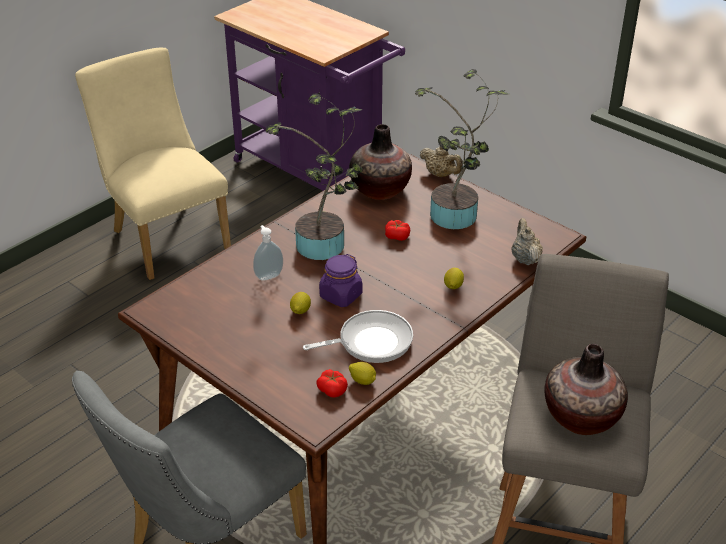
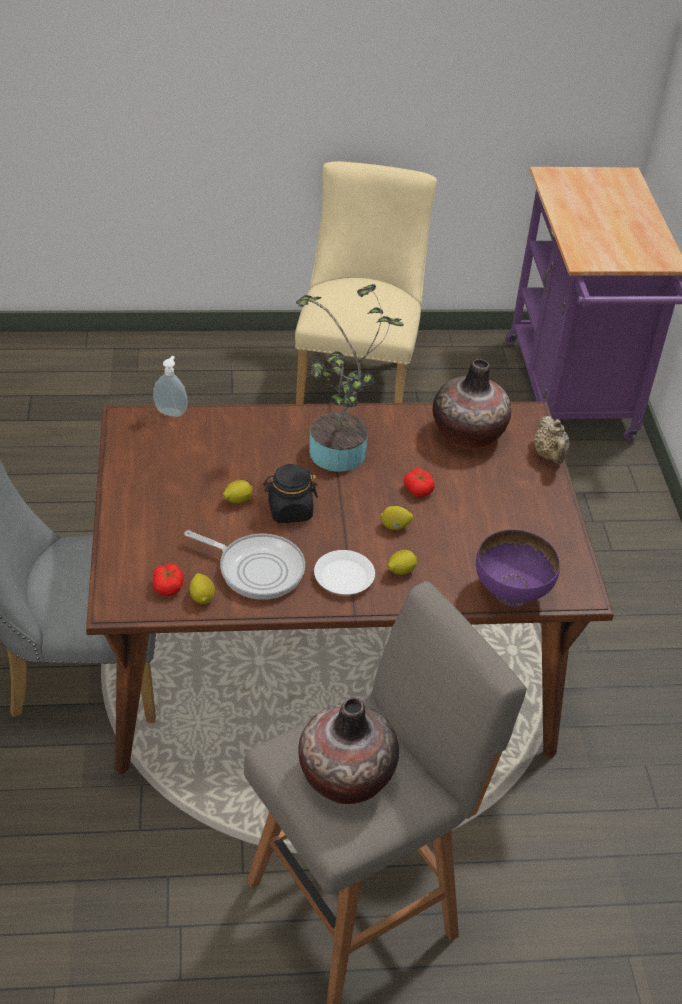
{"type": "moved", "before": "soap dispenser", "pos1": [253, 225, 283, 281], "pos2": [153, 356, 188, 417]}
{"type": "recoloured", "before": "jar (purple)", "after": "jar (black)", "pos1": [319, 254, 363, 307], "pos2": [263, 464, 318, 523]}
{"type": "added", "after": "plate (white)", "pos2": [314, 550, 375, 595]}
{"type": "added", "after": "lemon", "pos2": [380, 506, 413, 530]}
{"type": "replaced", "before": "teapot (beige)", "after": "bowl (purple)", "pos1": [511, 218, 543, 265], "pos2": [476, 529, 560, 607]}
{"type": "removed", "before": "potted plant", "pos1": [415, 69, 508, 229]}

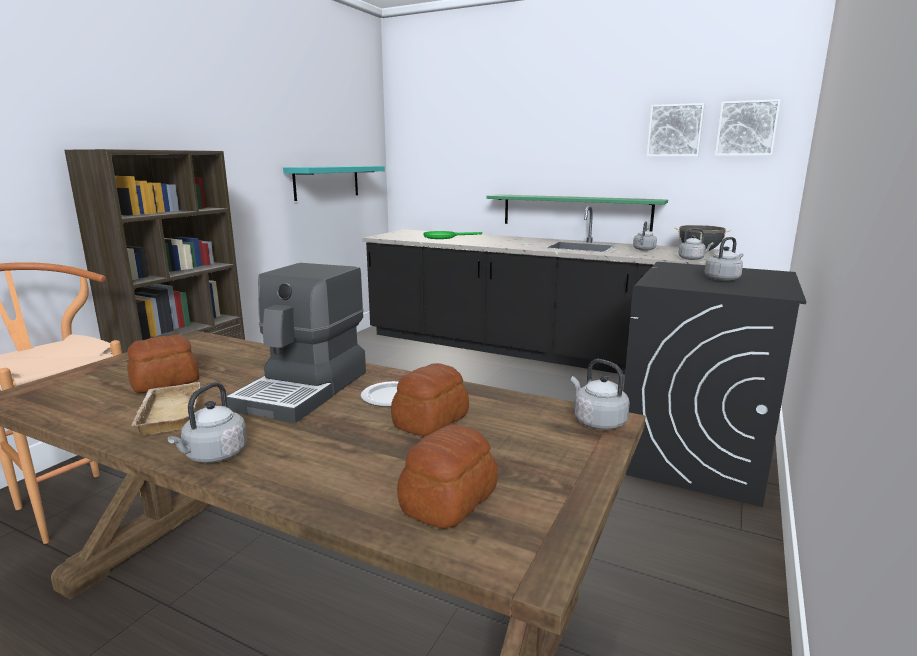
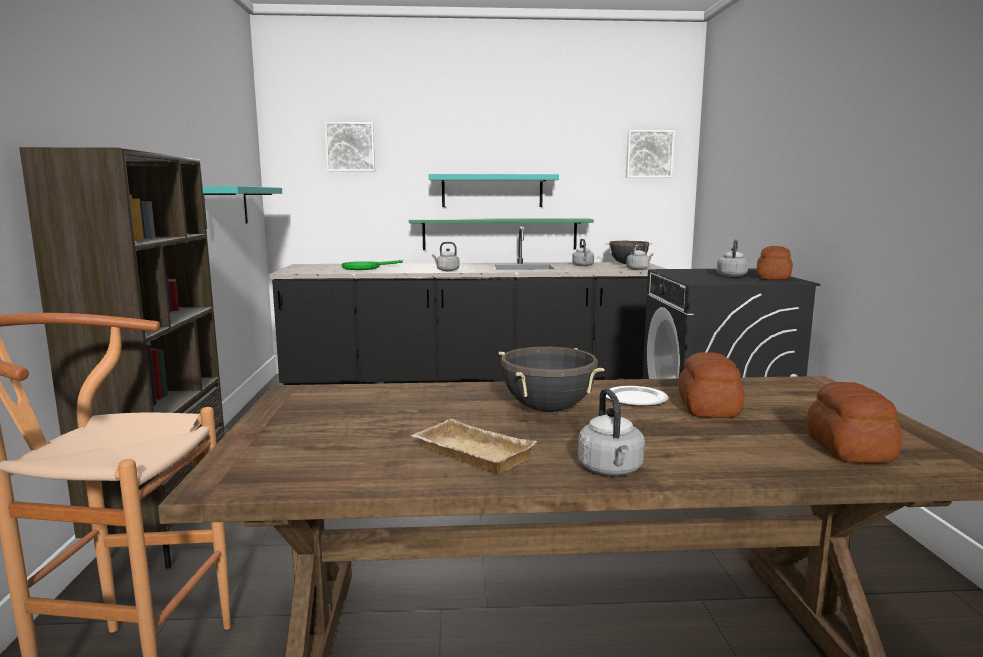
{"type": "moved", "before": "picture", "pos1": [647, 103, 705, 156], "pos2": [325, 122, 375, 171]}
{"type": "added", "after": "shelf (turquoise)", "pos2": [429, 174, 559, 207]}
{"type": "moved", "before": "kettle (grey)", "pos1": [571, 359, 630, 430], "pos2": [432, 242, 460, 271]}
{"type": "replaced", "before": "coffee machine", "after": "cooking pot (black)", "pos1": [226, 263, 366, 423], "pos2": [499, 347, 605, 412]}
{"type": "moved", "before": "bread", "pos1": [127, 335, 199, 393], "pos2": [757, 246, 793, 280]}

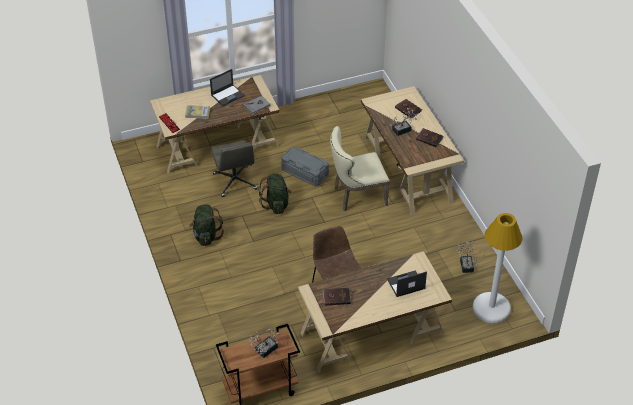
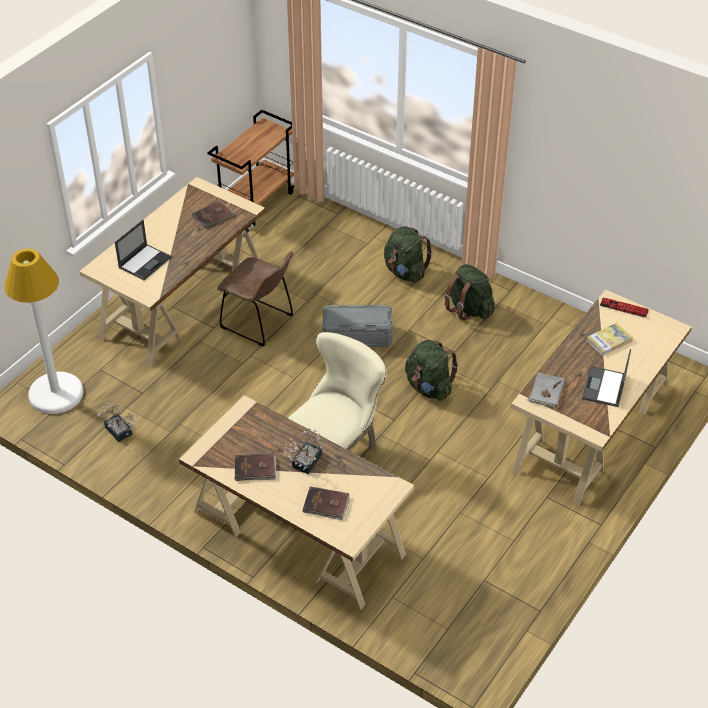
{"type": "moved", "before": "storage box (grey)", "pos1": [281, 146, 329, 187], "pos2": [322, 304, 393, 347]}
{"type": "added", "after": "backpack (green)", "pos2": [384, 226, 432, 283]}
{"type": "removed", "before": "office chair (grey)", "pos1": [211, 140, 257, 197]}
{"type": "removed", "before": "potted plant", "pos1": [249, 328, 279, 358]}

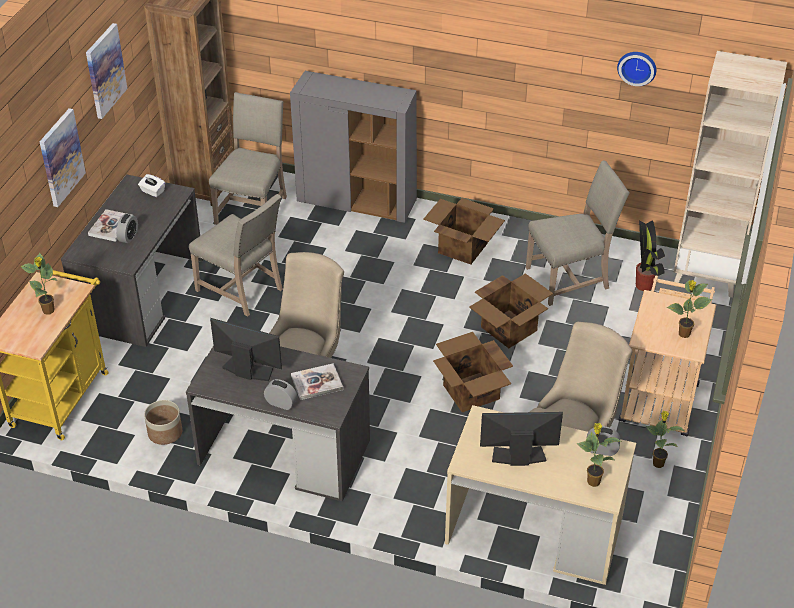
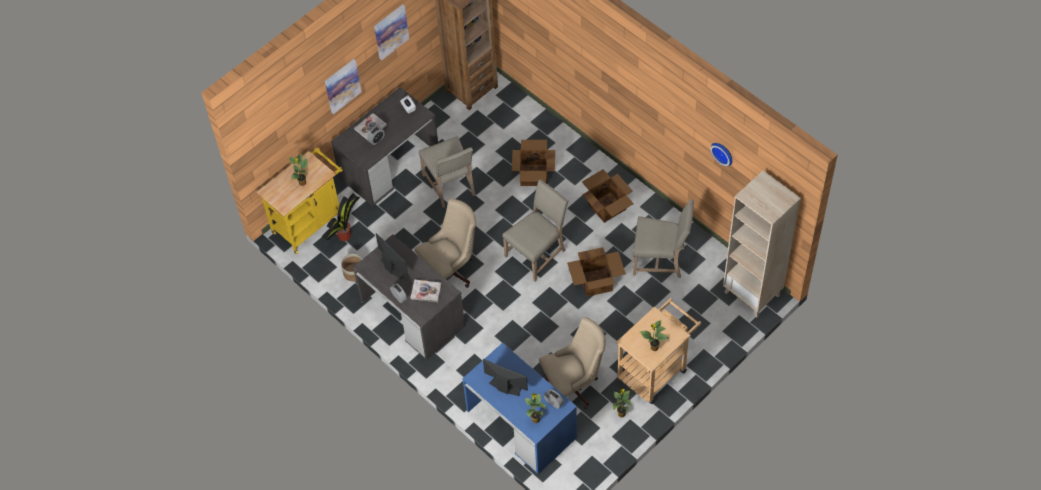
{"type": "moved", "before": "potted plant", "pos1": [636, 220, 665, 291], "pos2": [322, 193, 360, 241]}
{"type": "recoloured", "before": "desk (beige)", "after": "desk (blue)", "pos1": [445, 405, 636, 585], "pos2": [462, 343, 577, 474]}
{"type": "moved", "before": "chair (beige)", "pos1": [209, 92, 287, 225], "pos2": [502, 179, 568, 281]}
{"type": "moved", "before": "cardboard box", "pos1": [433, 332, 513, 412], "pos2": [512, 140, 555, 186]}
{"type": "removed", "before": "cabinet (grey)", "pos1": [290, 71, 417, 223]}

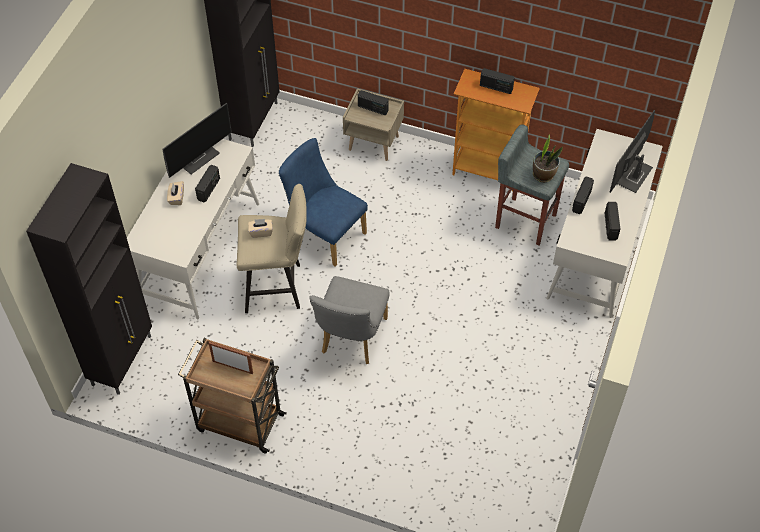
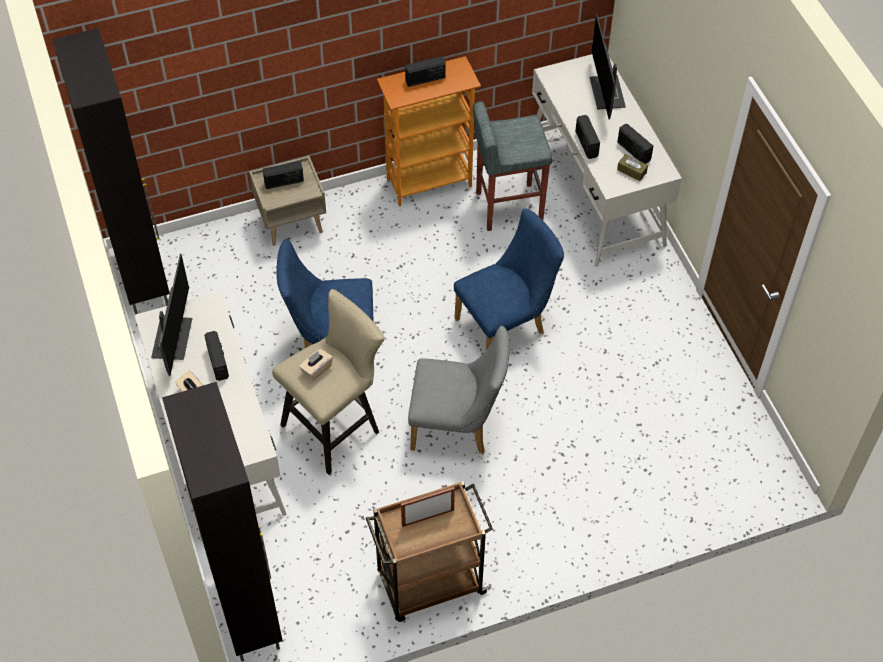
{"type": "turned", "before": "chair (grey)", "pos1": [309, 276, 390, 364], "pos2": [408, 326, 510, 454], "turn": -60}
{"type": "added", "after": "chair (blue)", "pos2": [454, 208, 564, 350]}
{"type": "added", "after": "tissue box (brown)", "pos2": [617, 154, 648, 181]}
{"type": "removed", "before": "potted plant", "pos1": [533, 135, 563, 182]}

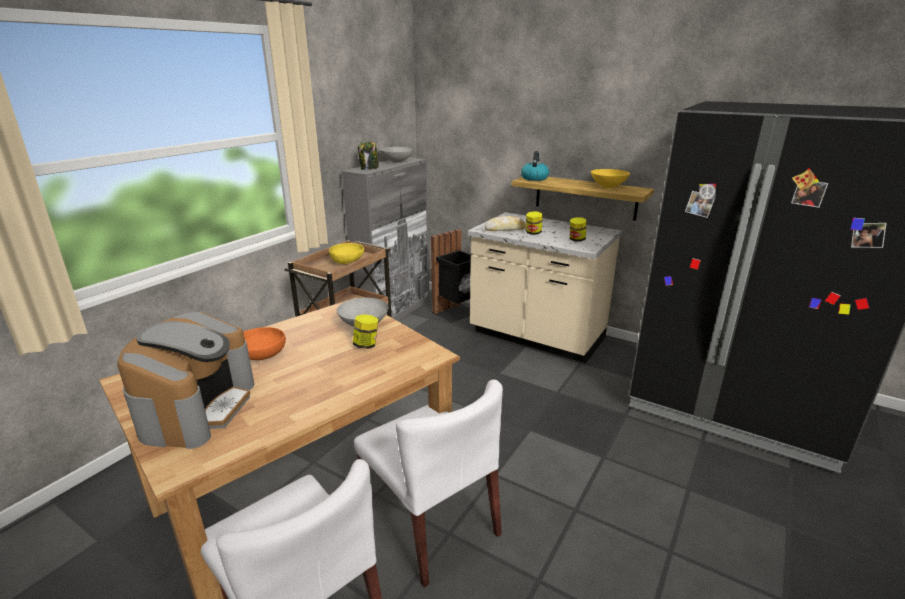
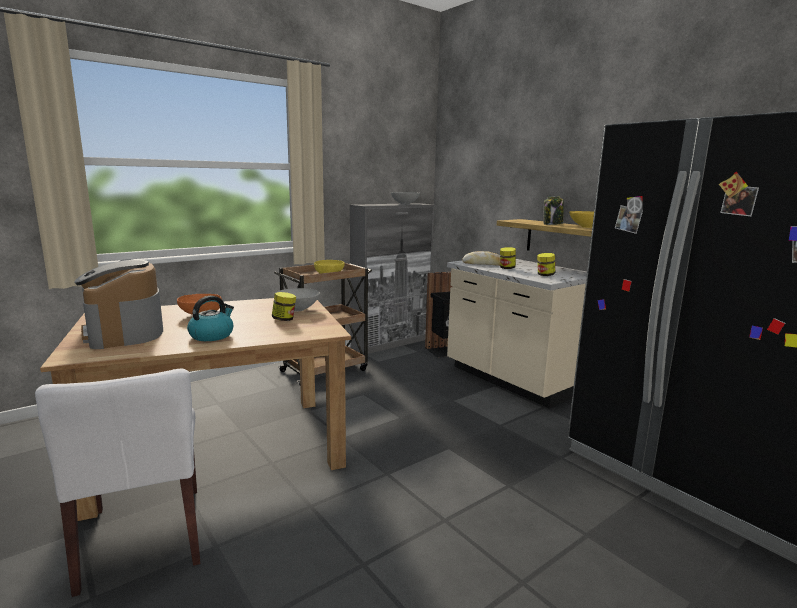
{"type": "turned", "before": "coffee machine", "pos1": [117, 312, 255, 449], "pos2": [74, 260, 163, 349], "turn": 120}
{"type": "moved", "before": "kettle", "pos1": [521, 151, 549, 181], "pos2": [187, 296, 234, 341]}
{"type": "moved", "before": "jar", "pos1": [358, 140, 379, 170], "pos2": [544, 196, 564, 225]}
{"type": "removed", "before": "chair (white)", "pos1": [354, 380, 503, 588]}

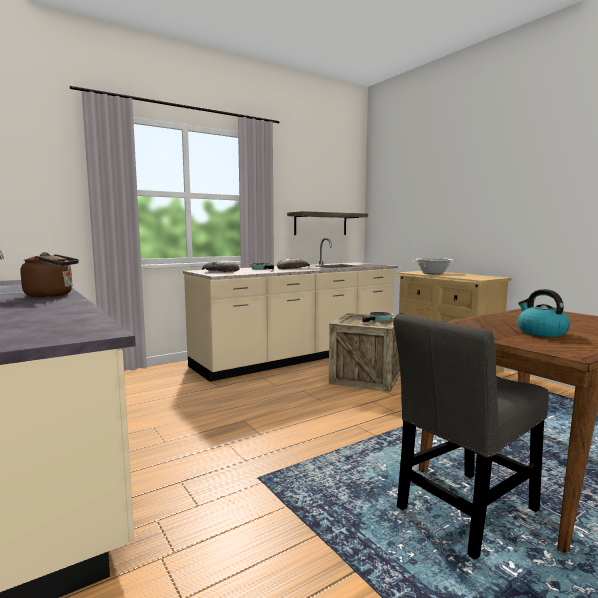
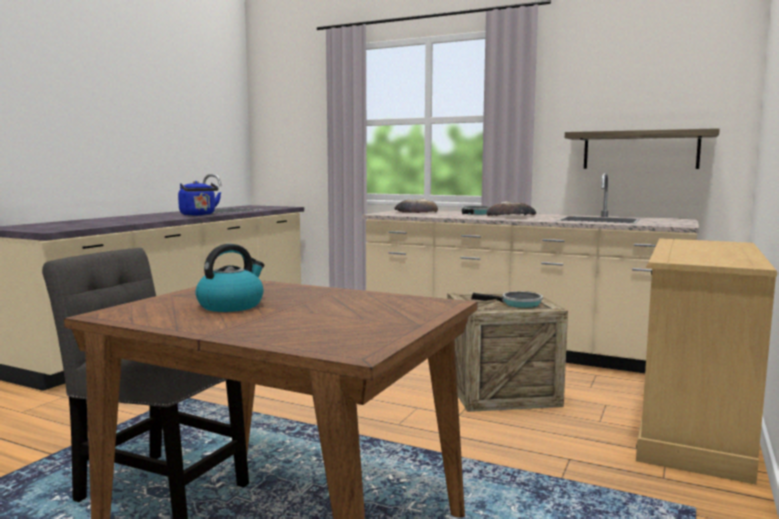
{"type": "recoloured", "before": "kettle (brown)", "after": "kettle (blue)", "pos1": [20, 252, 79, 297], "pos2": [178, 181, 221, 216]}
{"type": "removed", "before": "cooking pot", "pos1": [412, 258, 456, 274]}

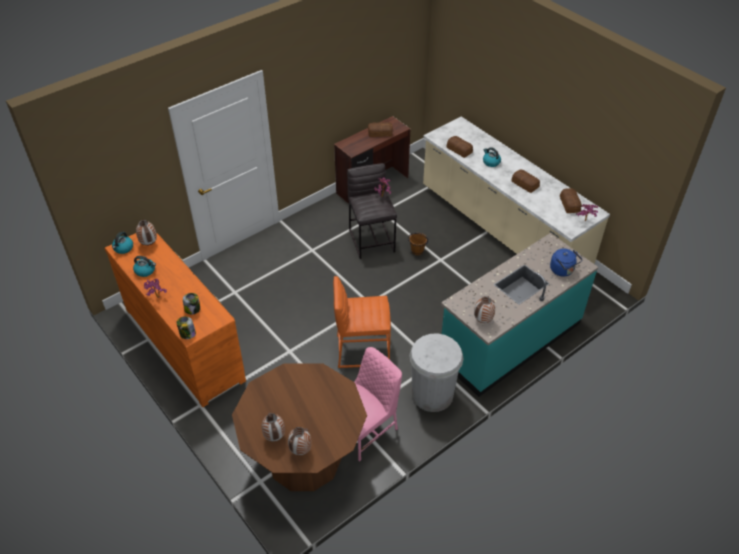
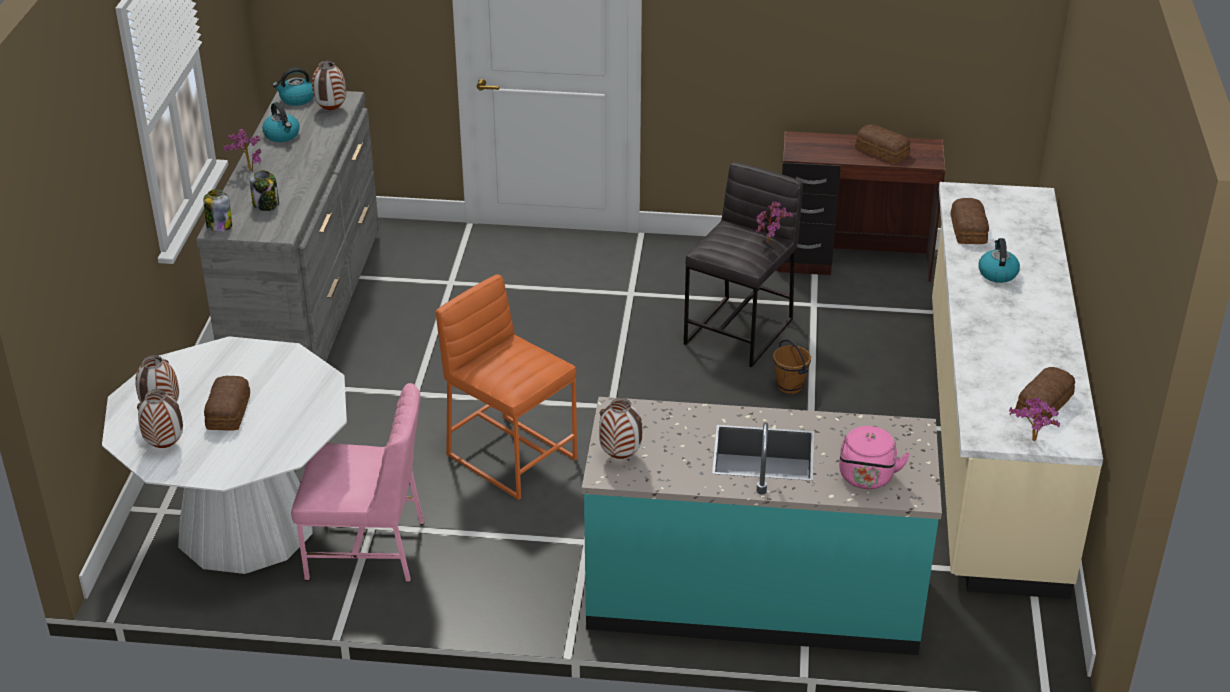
{"type": "recoloured", "before": "dining table (brown)", "after": "dining table (white)", "pos1": [232, 363, 367, 491], "pos2": [102, 336, 347, 574]}
{"type": "recoloured", "before": "dresser (orange)", "after": "dresser (grey)", "pos1": [104, 233, 246, 407], "pos2": [196, 91, 379, 362]}
{"type": "moved", "before": "bread", "pos1": [511, 169, 540, 193], "pos2": [204, 376, 250, 430]}
{"type": "recoloured", "before": "kettle (blue)", "after": "kettle (pink)", "pos1": [550, 248, 582, 277], "pos2": [839, 426, 910, 489]}
{"type": "removed", "before": "trash can (white)", "pos1": [409, 333, 464, 412]}

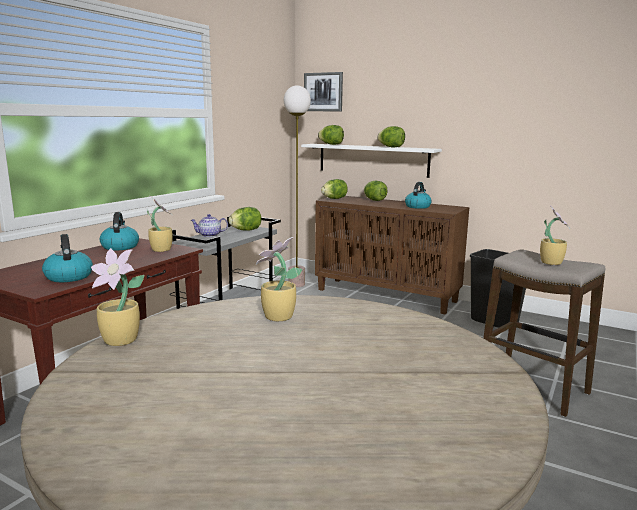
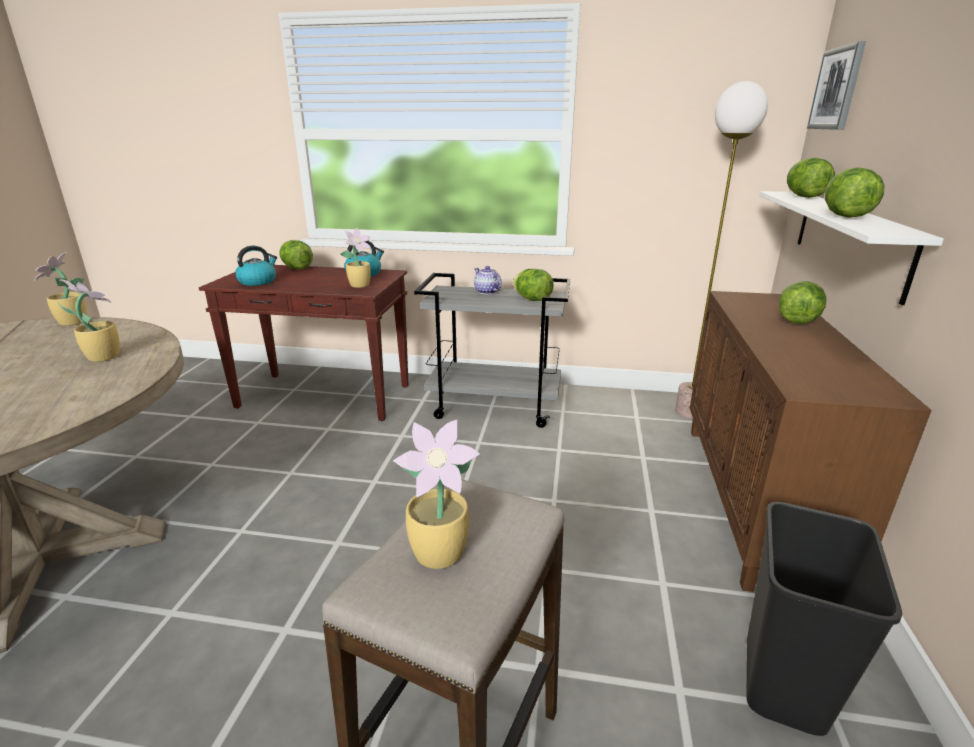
{"type": "moved", "before": "lettuce", "pos1": [321, 179, 348, 199], "pos2": [279, 240, 313, 269]}
{"type": "removed", "before": "kettle", "pos1": [405, 182, 432, 209]}

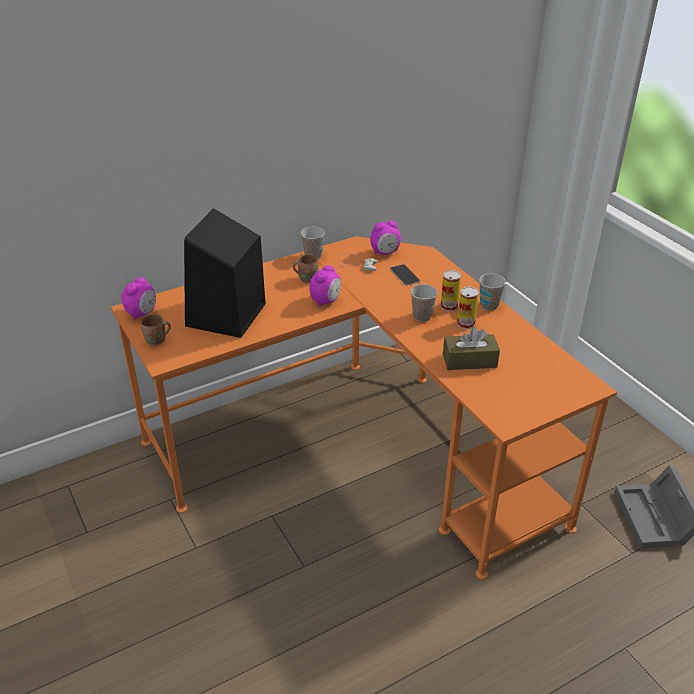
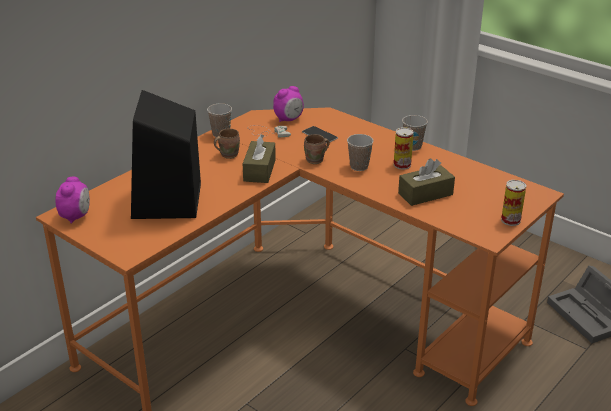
{"type": "replaced", "before": "alarm clock", "after": "tissue box (brown)", "pos1": [309, 266, 341, 307], "pos2": [243, 134, 276, 183]}
{"type": "moved", "before": "mug (brown)", "pos1": [141, 314, 171, 346], "pos2": [304, 134, 329, 164]}
{"type": "moved", "before": "can", "pos1": [441, 270, 461, 312], "pos2": [501, 180, 526, 226]}

